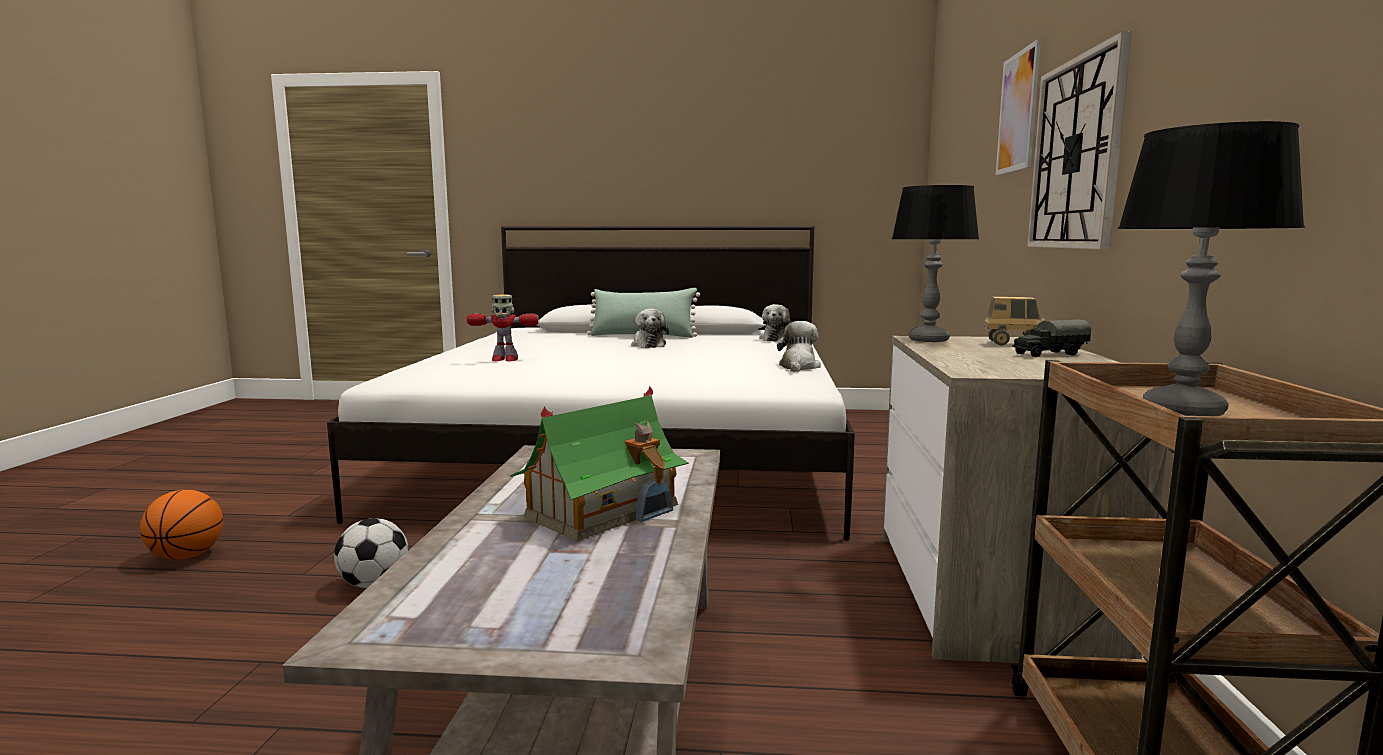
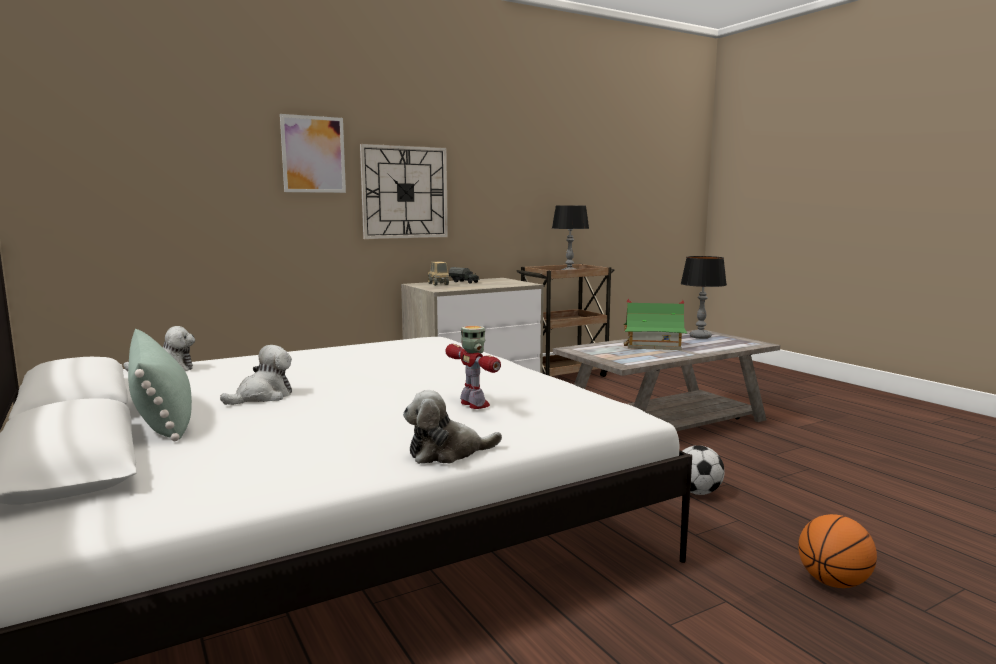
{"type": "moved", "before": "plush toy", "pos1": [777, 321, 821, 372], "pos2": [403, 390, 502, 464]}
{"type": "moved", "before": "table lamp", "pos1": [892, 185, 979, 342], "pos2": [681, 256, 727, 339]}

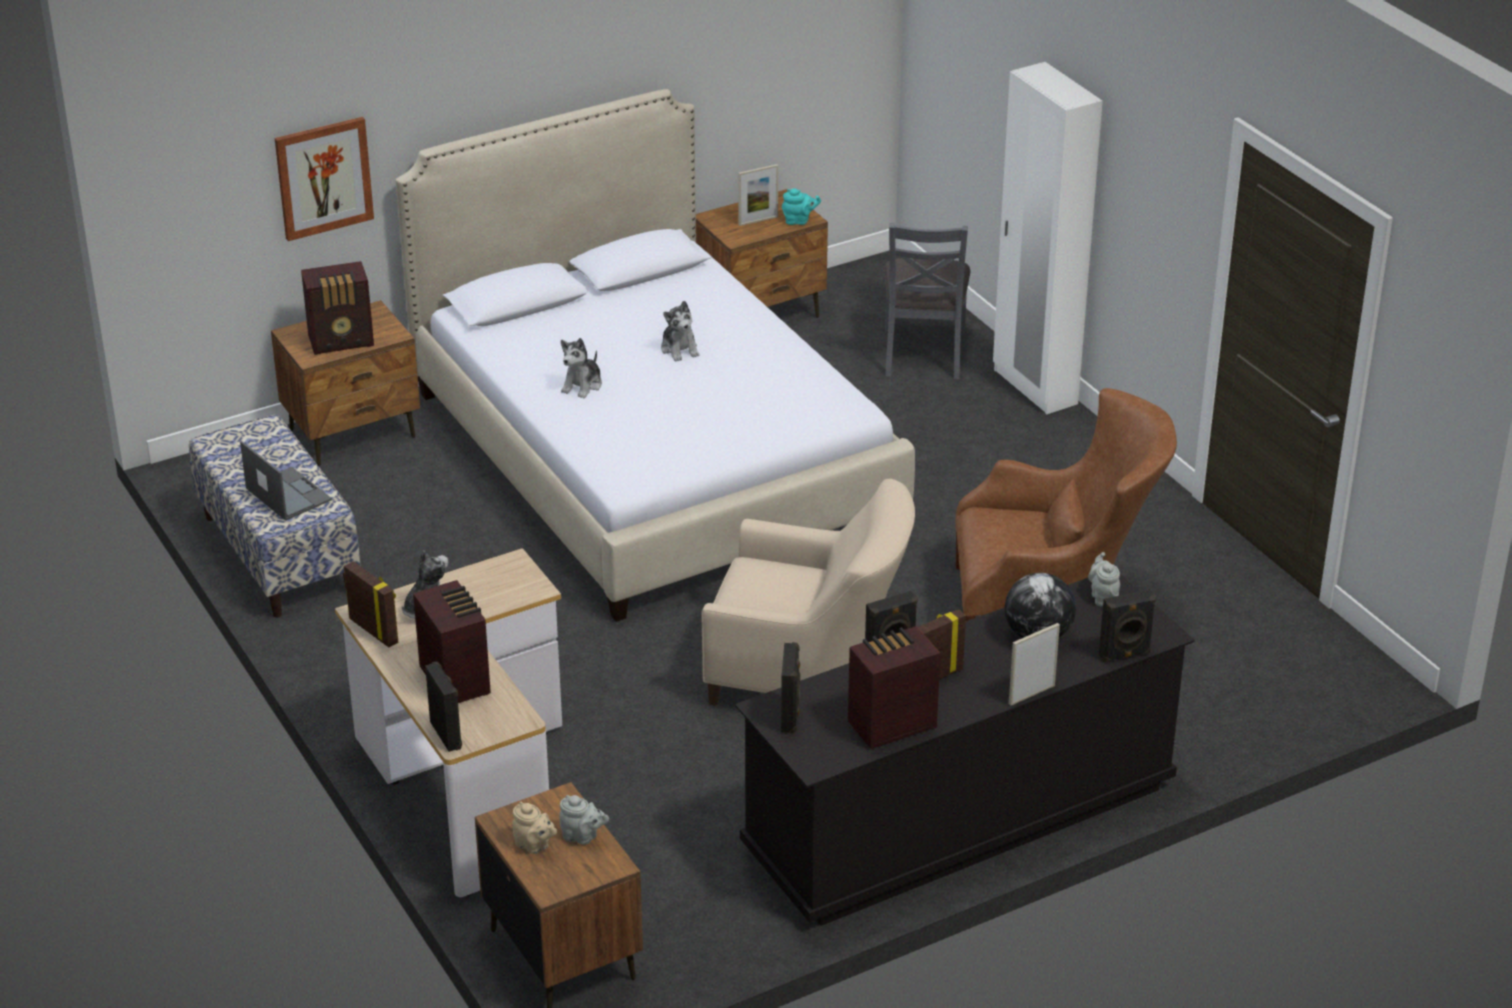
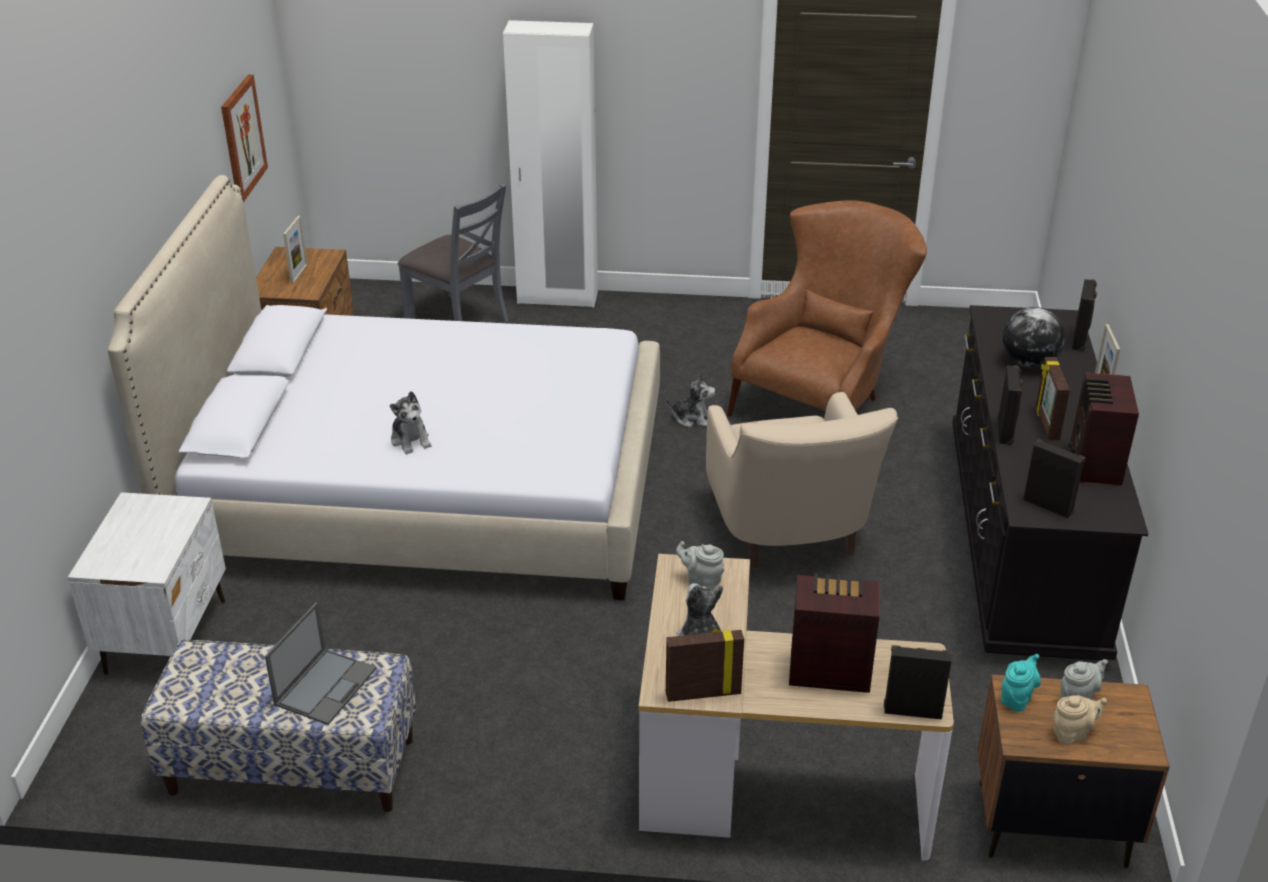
{"type": "recoloured", "before": "nightstand (brown)", "after": "nightstand (white)", "pos1": [271, 300, 420, 466], "pos2": [67, 492, 226, 675]}
{"type": "moved", "before": "picture", "pos1": [275, 117, 374, 241], "pos2": [221, 75, 268, 203]}
{"type": "turned", "before": "laptop", "pos1": [240, 441, 332, 521], "pos2": [265, 602, 376, 725], "turn": 120}
{"type": "moved", "before": "plush toy", "pos1": [661, 301, 700, 362], "pos2": [666, 374, 716, 427]}
{"type": "moved", "before": "teapot (grey)", "pos1": [1088, 552, 1120, 606], "pos2": [676, 541, 724, 590]}
{"type": "turned", "before": "armchair (beige)", "pos1": [701, 479, 915, 706], "pos2": [706, 392, 898, 568], "turn": 120}
{"type": "moved", "before": "teapot (turquoise)", "pos1": [782, 188, 821, 225], "pos2": [1001, 654, 1041, 712]}
{"type": "removed", "before": "radio", "pos1": [301, 261, 374, 355]}

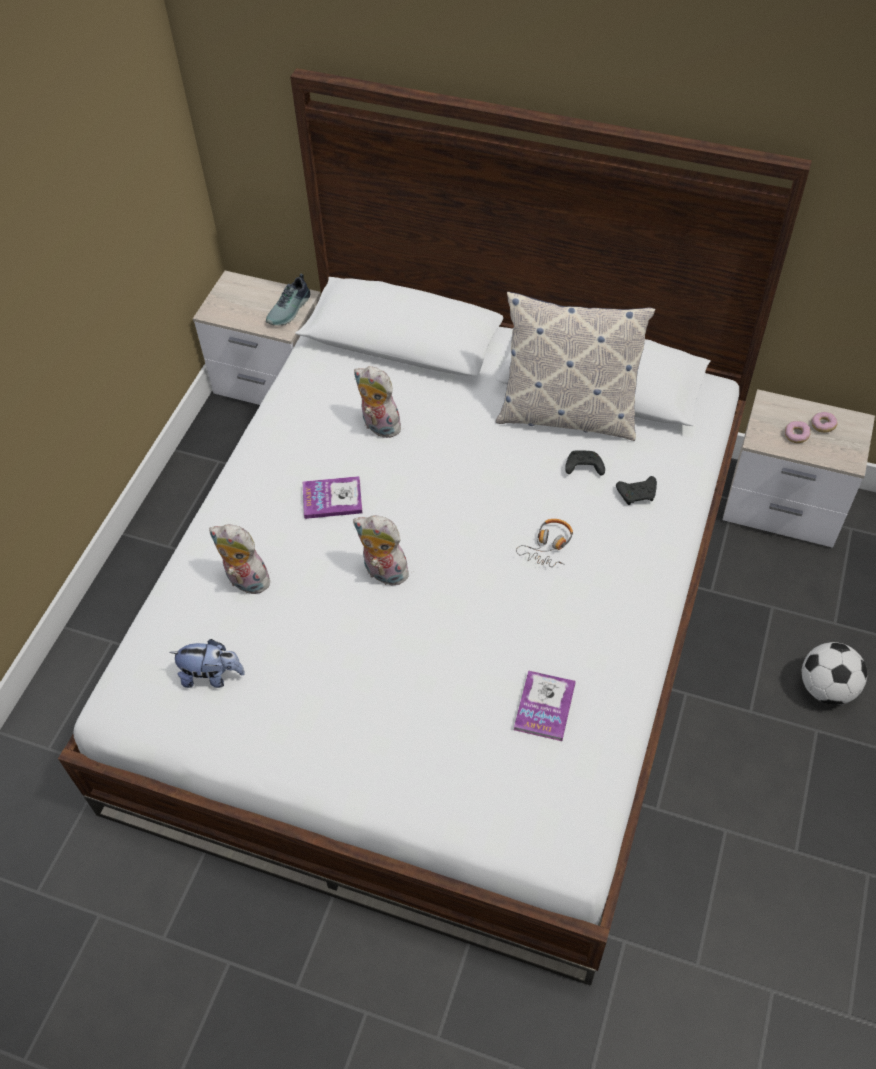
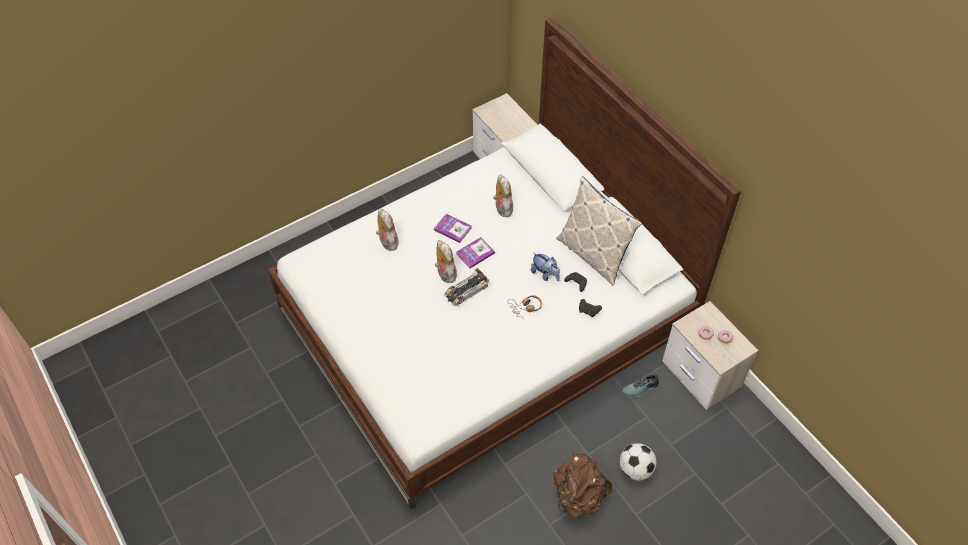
{"type": "added", "after": "toy car", "pos2": [444, 268, 489, 307]}
{"type": "moved", "before": "book", "pos1": [514, 670, 576, 741], "pos2": [456, 237, 495, 268]}
{"type": "moved", "before": "plush toy", "pos1": [169, 639, 245, 688], "pos2": [531, 252, 560, 281]}
{"type": "added", "after": "backpack (brown)", "pos2": [553, 454, 612, 517]}
{"type": "moved", "before": "shoe", "pos1": [266, 274, 310, 326], "pos2": [622, 374, 659, 398]}

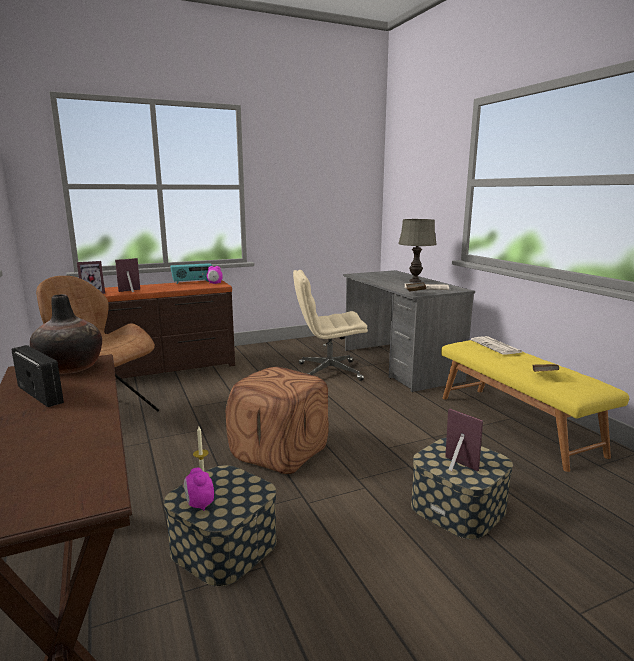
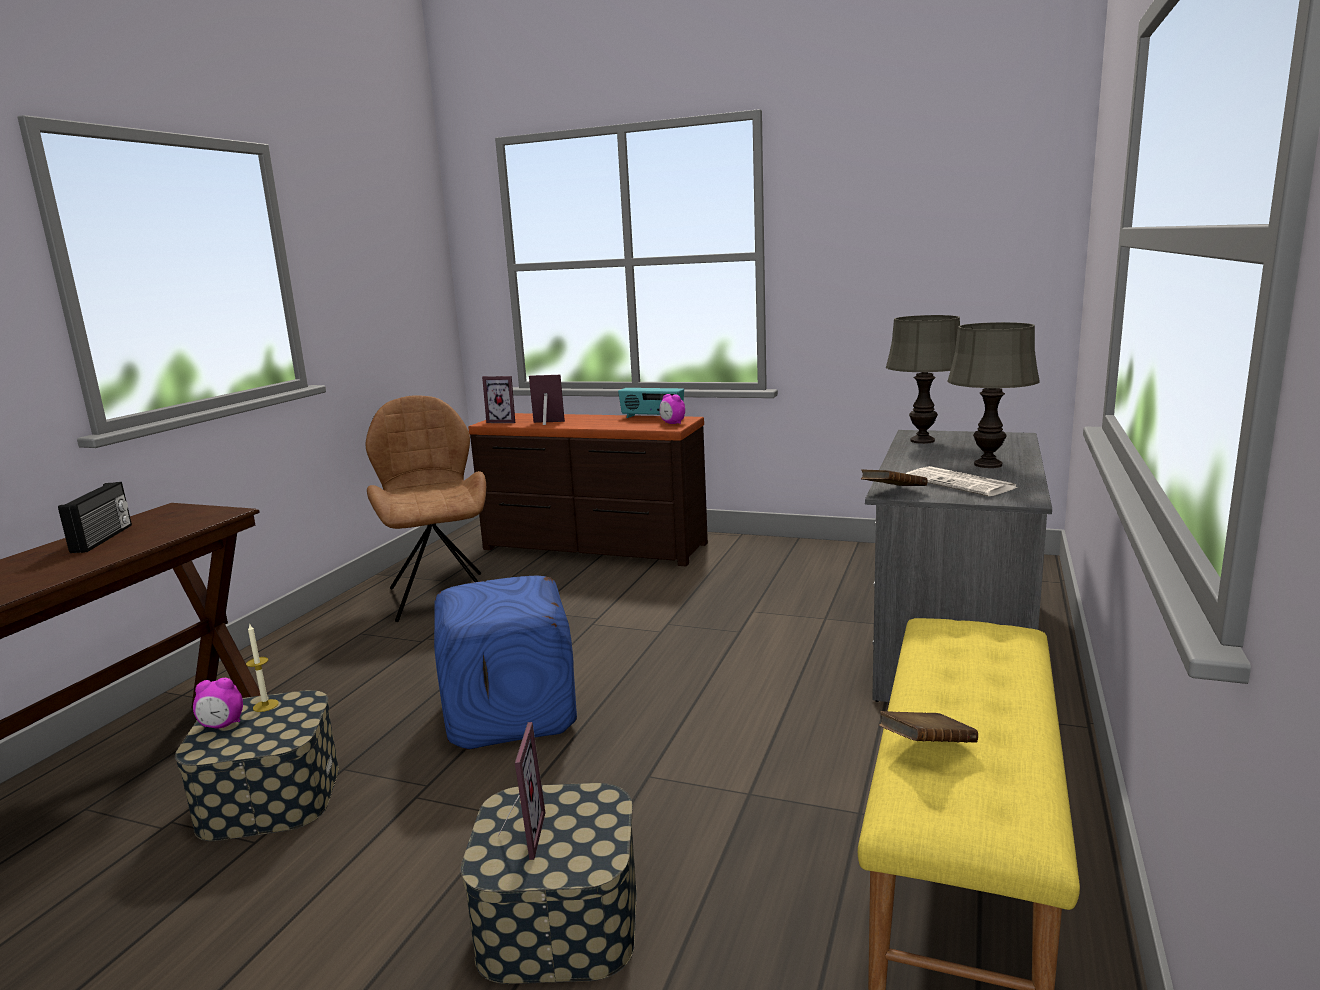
{"type": "turned", "before": "alarm clock", "pos1": [184, 468, 214, 511], "pos2": [193, 678, 243, 729], "turn": -120}
{"type": "recoloured", "before": "ottoman (brown)", "after": "ottoman (blue)", "pos1": [226, 367, 329, 474], "pos2": [434, 575, 577, 750]}
{"type": "added", "after": "table lamp (grey)", "pos2": [886, 315, 960, 444]}
{"type": "removed", "before": "vase", "pos1": [30, 294, 102, 374]}
{"type": "removed", "before": "office chair (beige)", "pos1": [293, 270, 368, 381]}
{"type": "removed", "before": "newspaper", "pos1": [471, 336, 522, 355]}

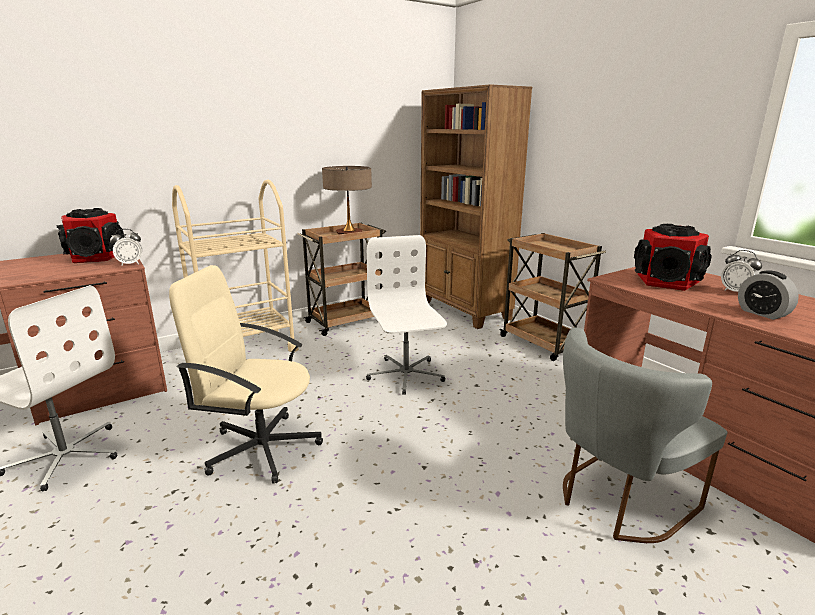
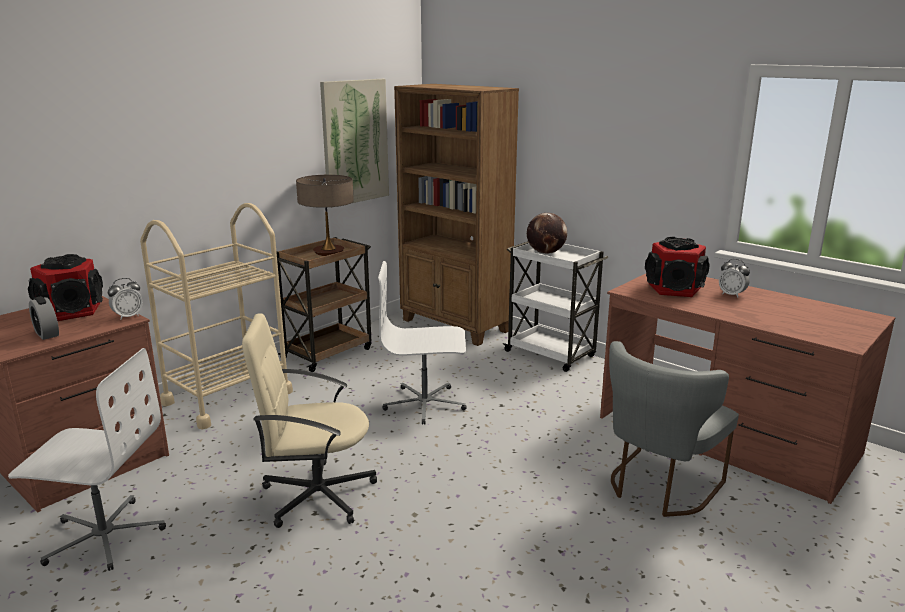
{"type": "moved", "before": "alarm clock", "pos1": [738, 270, 799, 320], "pos2": [29, 296, 59, 340]}
{"type": "added", "after": "picture", "pos2": [320, 79, 389, 208]}
{"type": "turned", "before": "office chair (white)", "pos1": [366, 235, 447, 395], "pos2": [378, 261, 467, 425], "turn": -60}
{"type": "recoloured", "before": "cart (brown)", "after": "cart (white)", "pos1": [499, 233, 606, 361], "pos2": [503, 241, 608, 372]}
{"type": "added", "after": "globe", "pos2": [527, 213, 567, 254]}

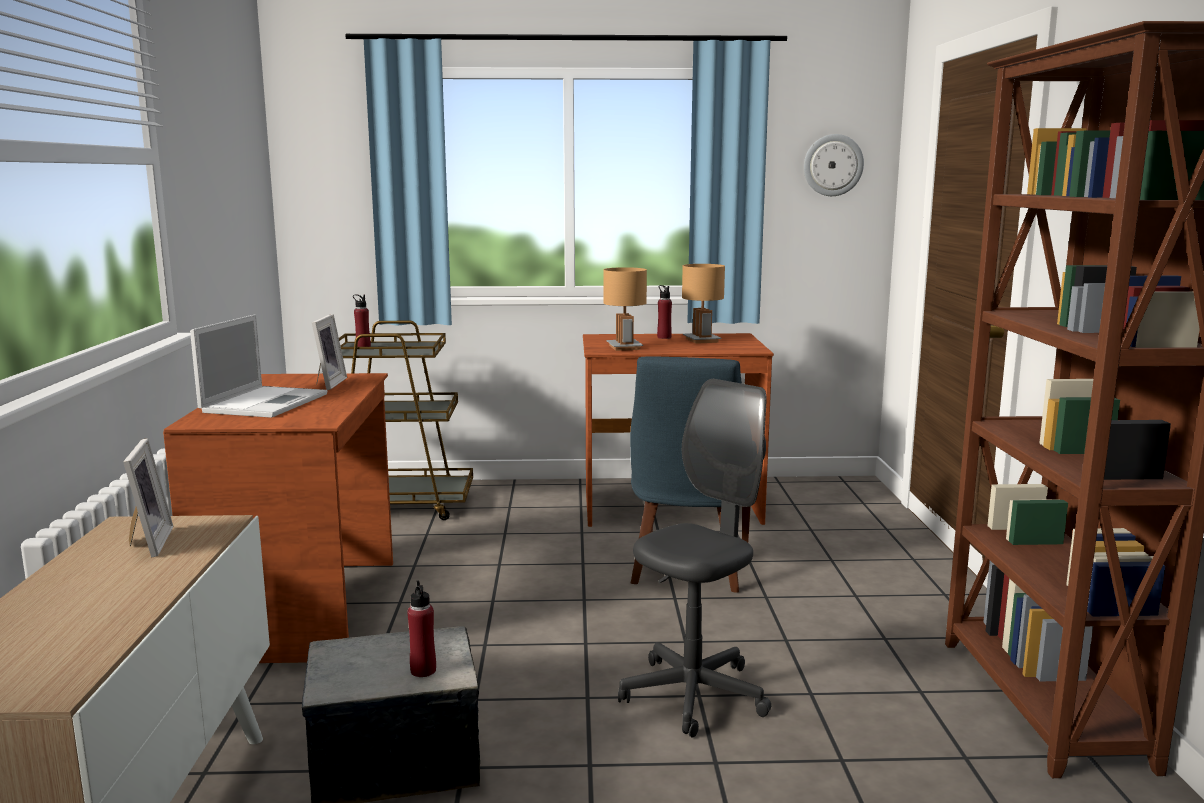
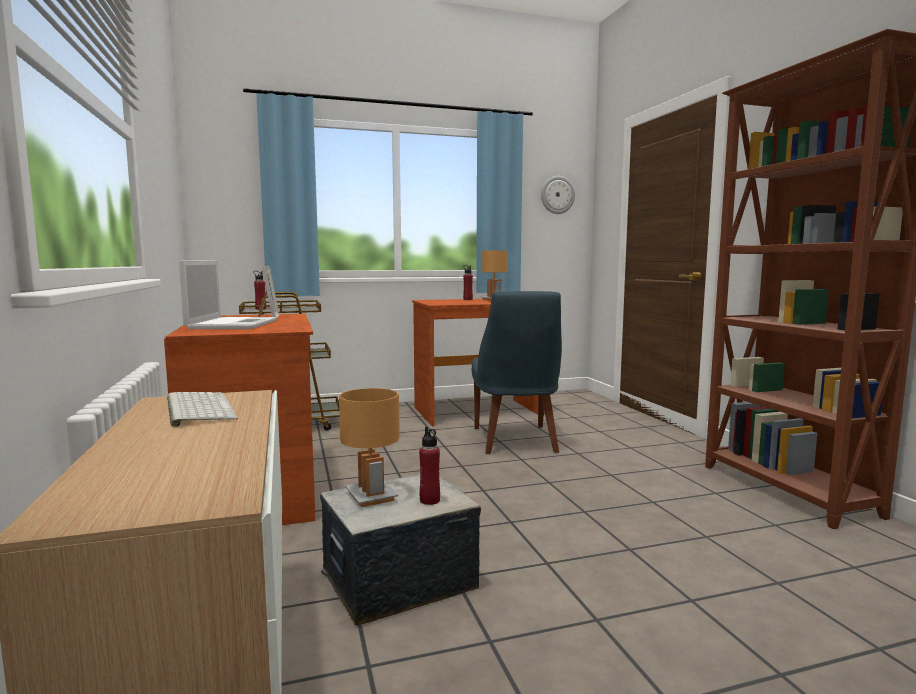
{"type": "replaced", "before": "picture frame", "after": "keyboard", "pos1": [123, 438, 173, 558], "pos2": [167, 392, 238, 427]}
{"type": "moved", "before": "table lamp (brown)", "pos1": [603, 267, 647, 351], "pos2": [339, 388, 400, 507]}
{"type": "removed", "before": "office chair (grey)", "pos1": [618, 379, 771, 738]}

